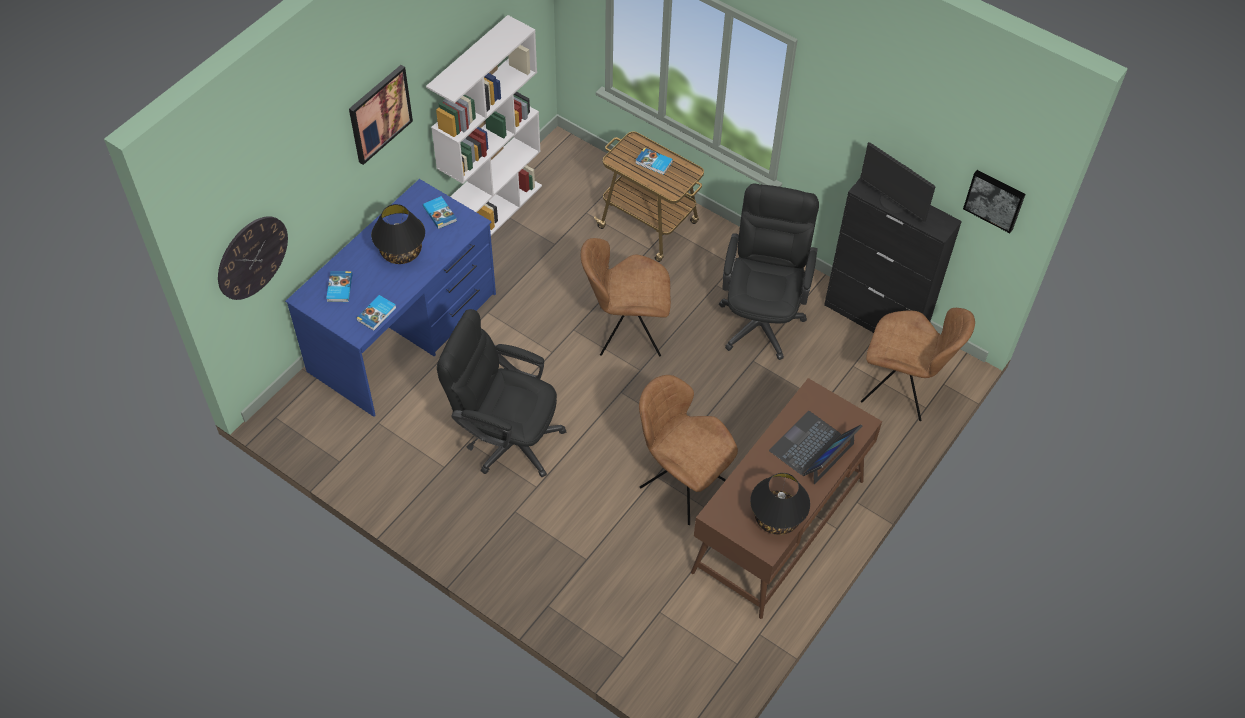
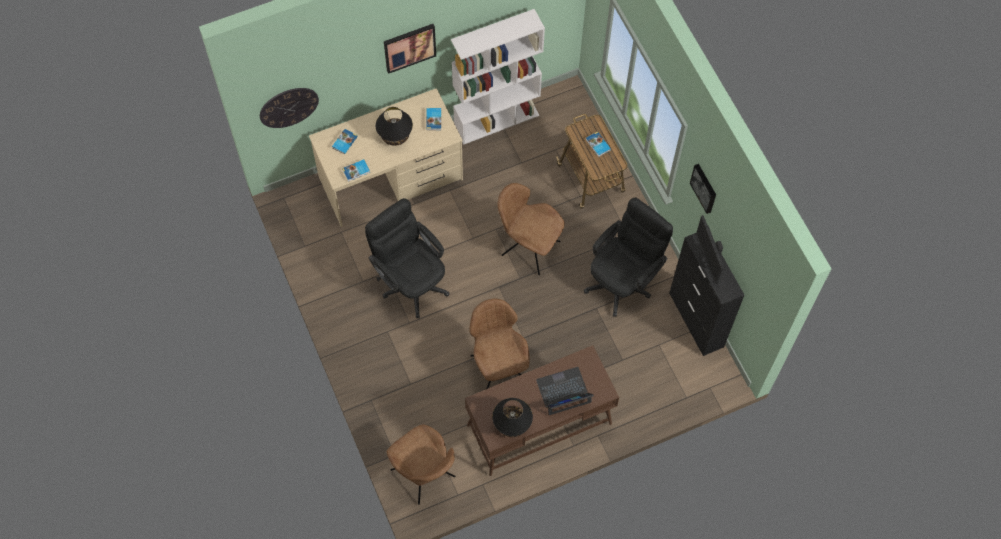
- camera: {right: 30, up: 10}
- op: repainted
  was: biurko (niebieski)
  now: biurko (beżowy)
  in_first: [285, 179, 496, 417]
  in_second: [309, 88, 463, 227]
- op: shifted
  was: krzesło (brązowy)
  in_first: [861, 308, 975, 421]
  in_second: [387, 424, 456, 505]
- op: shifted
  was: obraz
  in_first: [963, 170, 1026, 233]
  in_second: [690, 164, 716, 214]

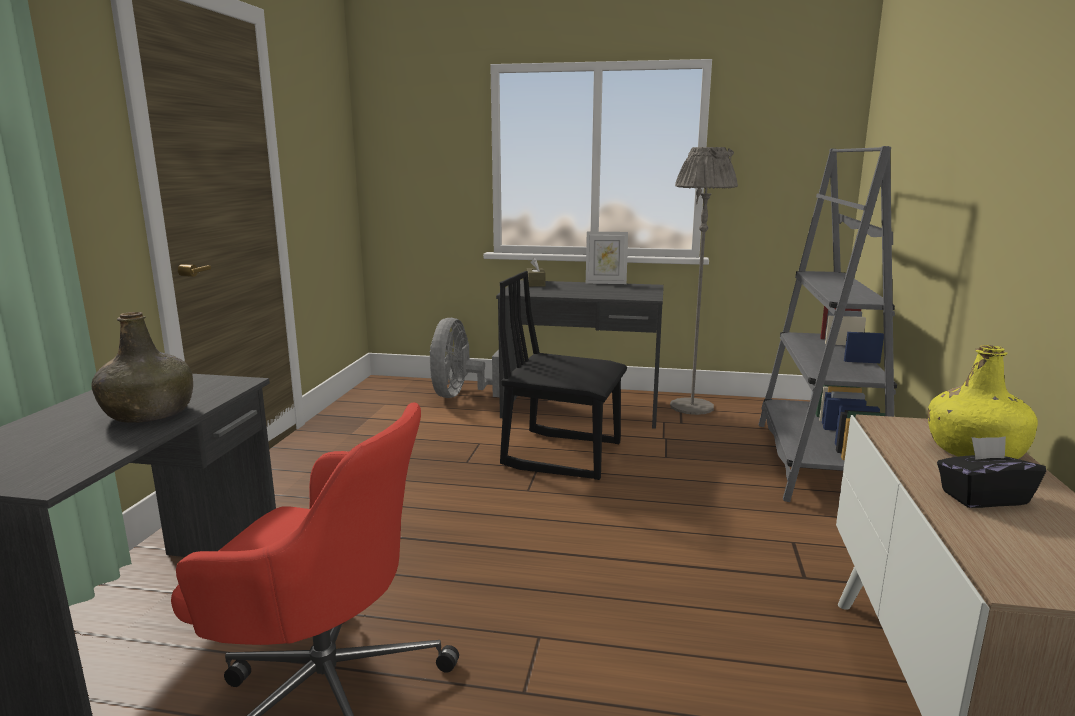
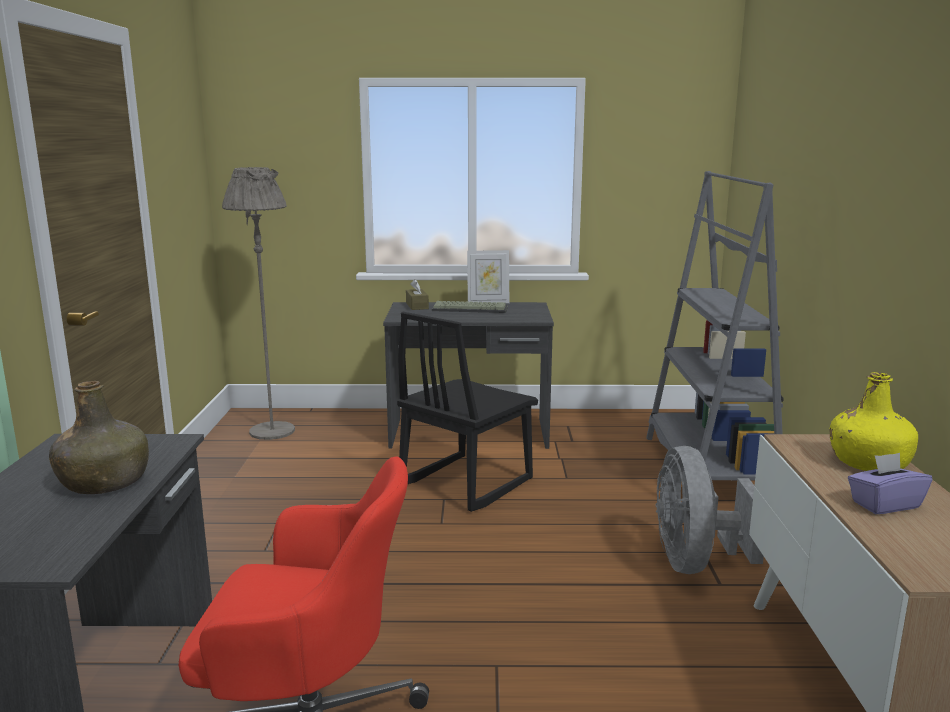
- camera: {right: -10, up: 0}
- op: shifted
  was: lampa stojąca (szary)
  in_first: [670, 147, 738, 415]
  in_second: [222, 167, 295, 440]
- op: rotated
  was: krzesło (czarny)
  in_first: [499, 271, 627, 480]
  in_second: [397, 312, 538, 512]
  clockwise: -60
- op: new
  now: klawiatura
  in_second: [432, 301, 508, 313]
- op: shifted
  was: wentylator (szary)
  in_first: [430, 318, 500, 398]
  in_second: [656, 446, 764, 574]
- op: repainted
  was: pudełko chusteczek (czarny)
  now: pudełko chusteczek (fioletowy)
  in_first: [937, 436, 1046, 508]
  in_second: [848, 453, 933, 514]

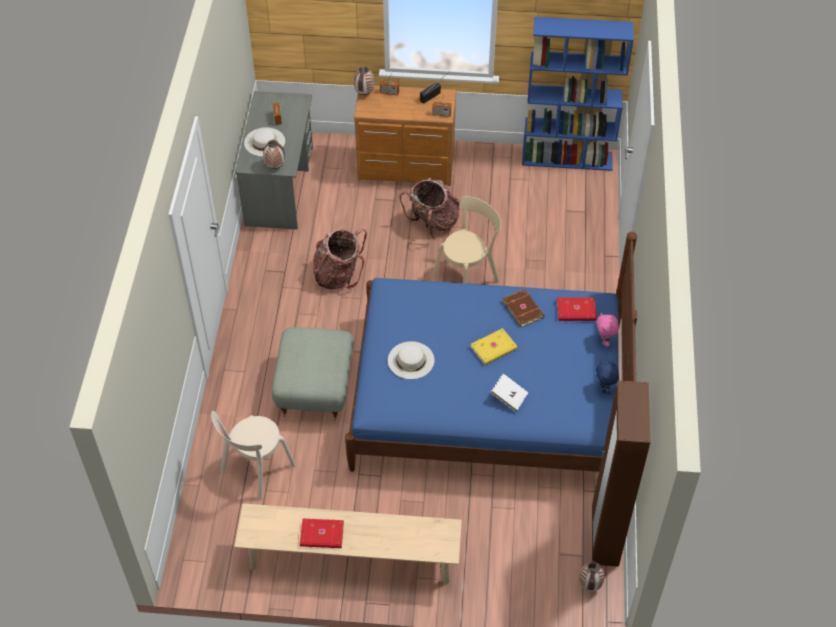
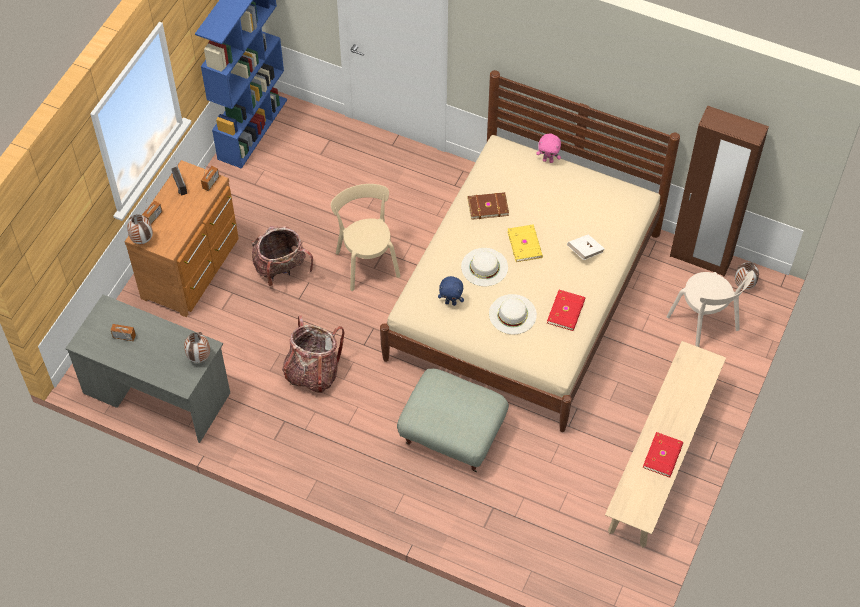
- camera: {right: -70, up: 5}
- op: repainted
  was: łóżko (niebieski)
  now: łóżko (beżowy)
  in_first: [345, 232, 637, 472]
  in_second: [380, 70, 680, 432]
- op: shifted
  was: pluszak (niebieski)
  in_first: [596, 360, 619, 395]
  in_second: [438, 276, 464, 306]
- op: shifted
  was: kapelusz (biały)
  in_first: [244, 127, 285, 157]
  in_second: [461, 248, 508, 286]
- op: shifted
  was: książka (czerwony)
  in_first: [557, 297, 597, 321]
  in_second: [547, 290, 585, 331]
- op: shifted
  was: krzesło (beżowy)
  in_first: [211, 411, 296, 500]
  in_second: [667, 270, 754, 347]

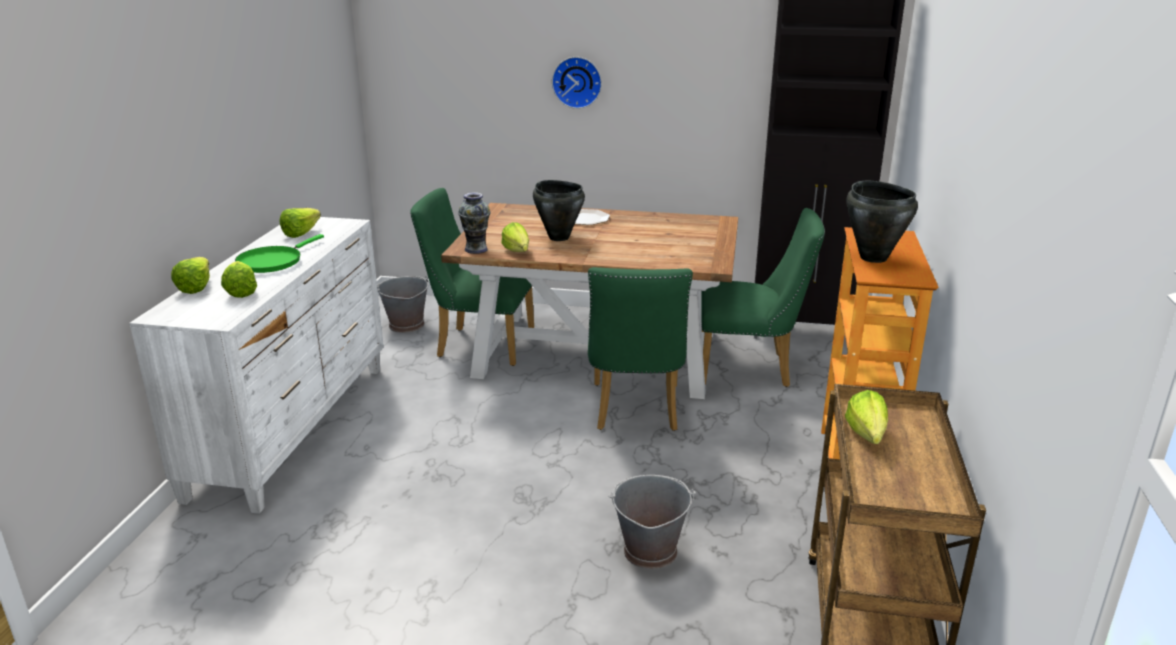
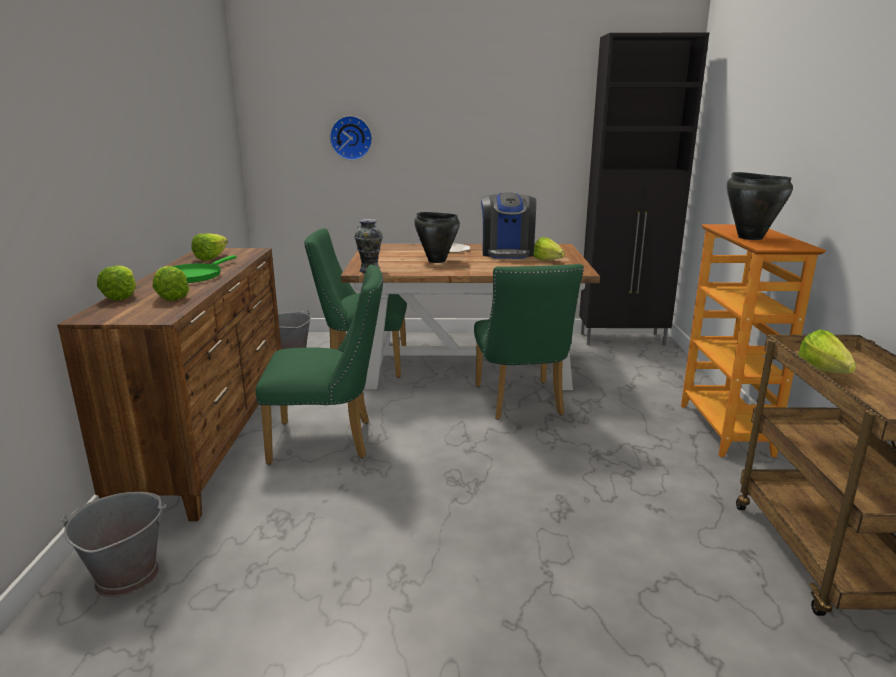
- camera: {right: -10, up: -5}
- op: repainted
  was: komoda (biały)
  now: komoda (brązowy)
  in_first: [129, 217, 384, 514]
  in_second: [57, 248, 281, 521]
- op: shifted
  was: wiadro (szary)
  in_first: [608, 475, 696, 569]
  in_second: [61, 492, 167, 598]
- op: shifted
  was: krzesło (zielony)
  in_first: [701, 208, 825, 387]
  in_second: [256, 265, 383, 464]
- op: shifted
  was: zegar ścienny
  in_first: [552, 57, 602, 109]
  in_second: [330, 116, 372, 160]
- op: new
  now: ekspres do kawy
  in_second: [481, 192, 536, 259]
- op: shifted
  was: sałata
  in_first: [501, 222, 529, 252]
  in_second: [533, 237, 565, 260]

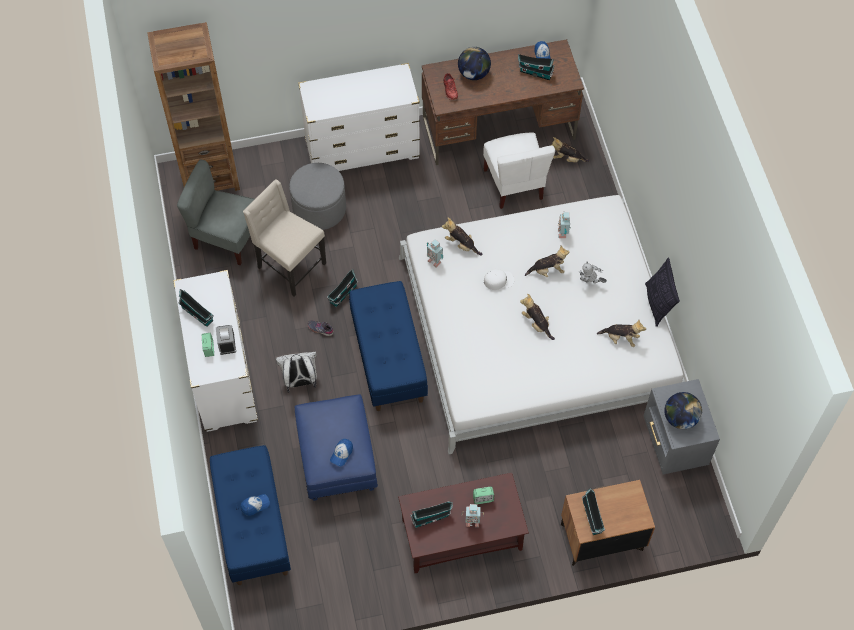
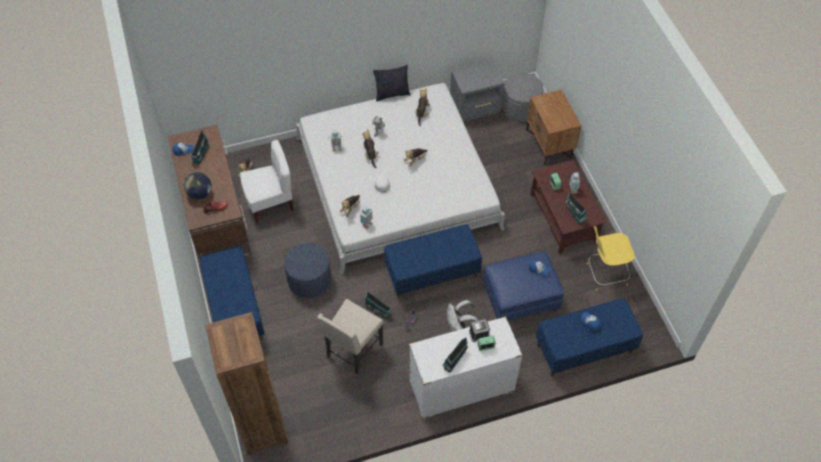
- camera: {right: -95, up: -5}
- op: swapped
  was: komoda (biały)
  now: ławka (niebieski)
  in_first: [298, 63, 420, 171]
  in_second: [200, 247, 265, 341]
- op: new
  now: pufa (niebieski)
  in_second: [284, 243, 331, 298]
- op: shifted
  was: pufa (szary)
  in_first: [289, 163, 346, 230]
  in_second: [502, 73, 544, 122]
- op: new
  now: stołek (żółty)
  in_second: [587, 226, 635, 291]
- op: gone
  was: krzesło (szary)
  in_first: [177, 160, 255, 266]
- op: gone
  was: domek
  in_first: [582, 488, 605, 535]
- op: gone
  was: globus
  in_first: [664, 392, 702, 429]

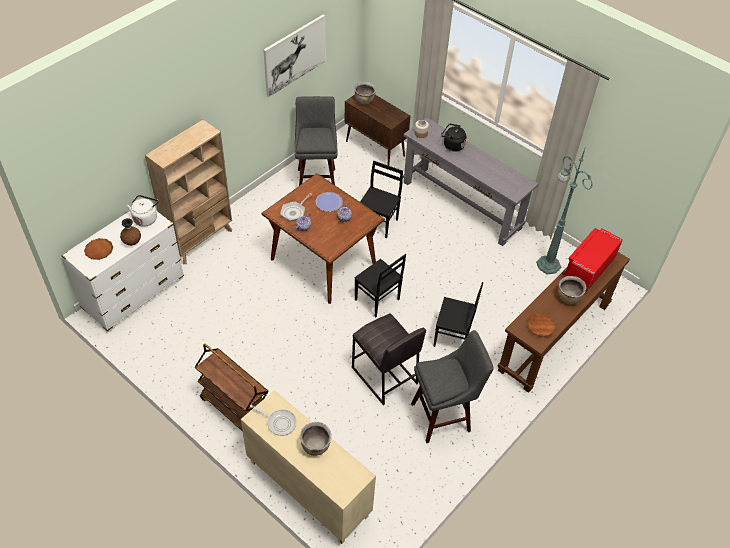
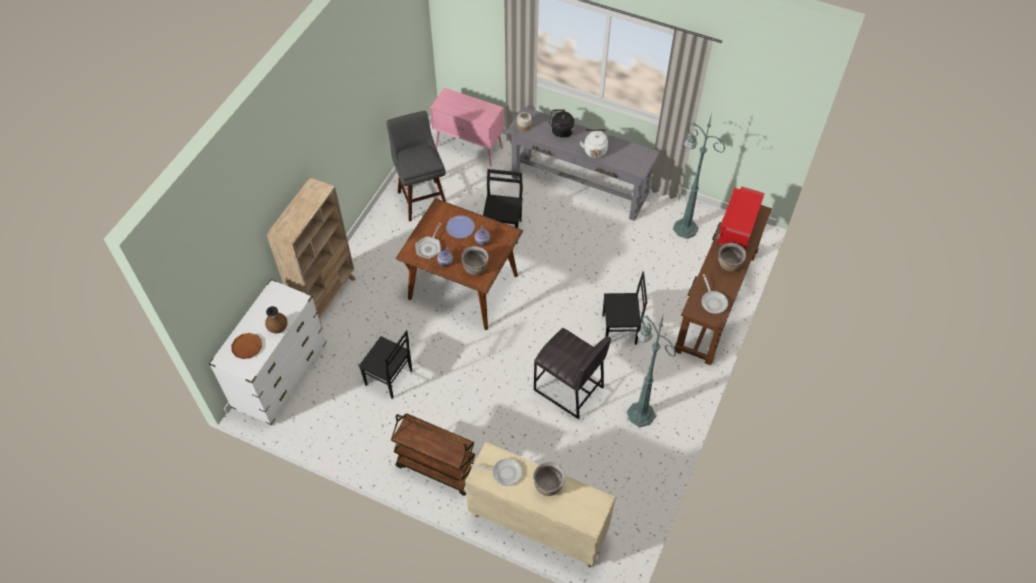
- camera: {right: -15, up: 5}
- op: shifted
  was: krzesło (czarny)
  in_first: [354, 254, 406, 317]
  in_second: [359, 330, 412, 399]
- op: repainted
  was: szafka (brązowy)
  now: szafka (różowy)
  in_first: [344, 95, 410, 166]
  in_second: [430, 88, 504, 166]
- op: shifted
  was: garnek (brązowy)
  in_first: [354, 82, 376, 105]
  in_second: [461, 246, 489, 275]
- op: shifted
  was: czajnik (biały)
  in_first: [127, 195, 159, 227]
  in_second: [580, 129, 608, 158]
- op: swapped
  was: stołek (szary)
  now: lampa stojąca (zielony)
  in_first: [411, 330, 494, 443]
  in_second: [627, 315, 676, 428]
- op: swapped
  was: talerz (brązowy)
  now: patelnia
  in_first: [527, 313, 556, 337]
  in_second: [701, 274, 728, 314]
- op: gone
  was: obraz
  in_first: [263, 14, 325, 97]

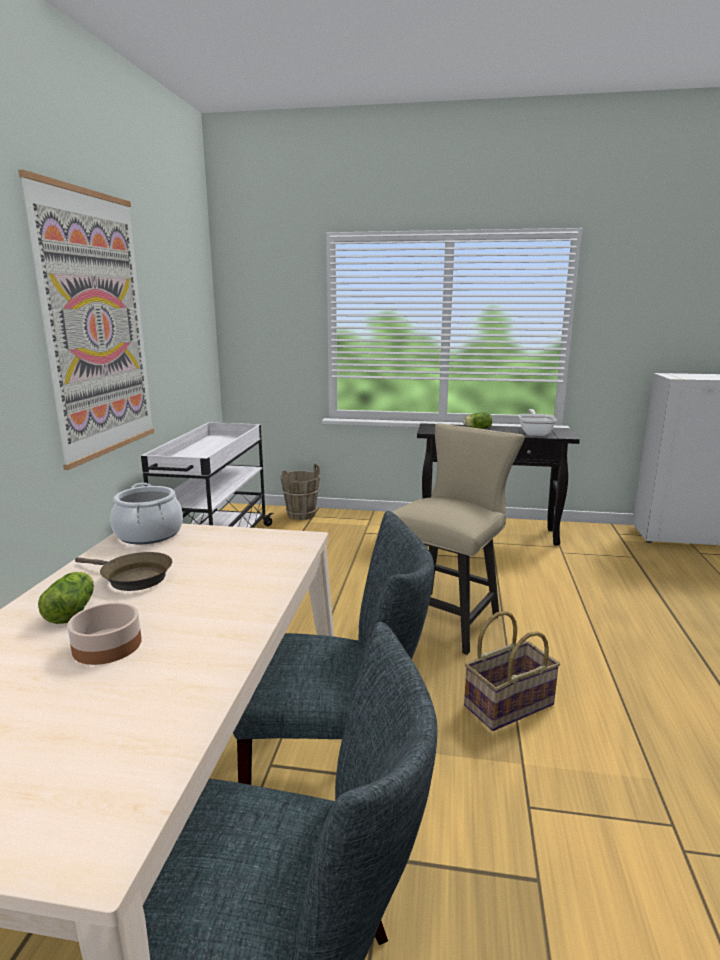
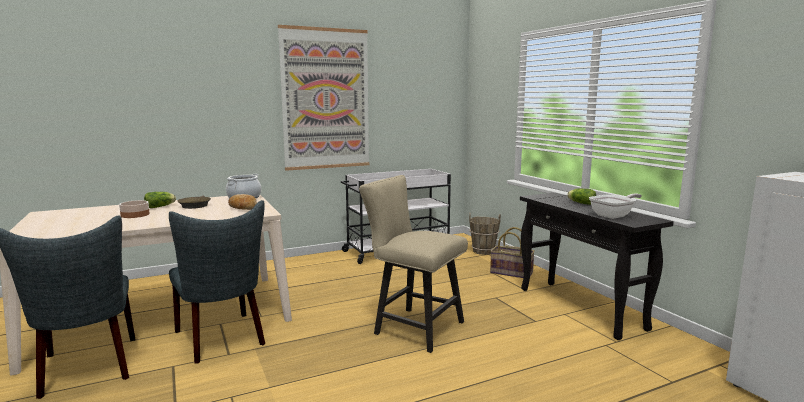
- camera: {right: 55, up: -5}
- op: new
  now: chleb
  in_second: [228, 194, 258, 210]
- op: rotated
  was: krzesło (beżowy)
  in_first: [392, 423, 525, 655]
  in_second: [359, 175, 468, 353]
  clockwise: -150
- op: shifted
  was: koszyk
  in_first: [464, 611, 560, 731]
  in_second: [490, 227, 535, 278]

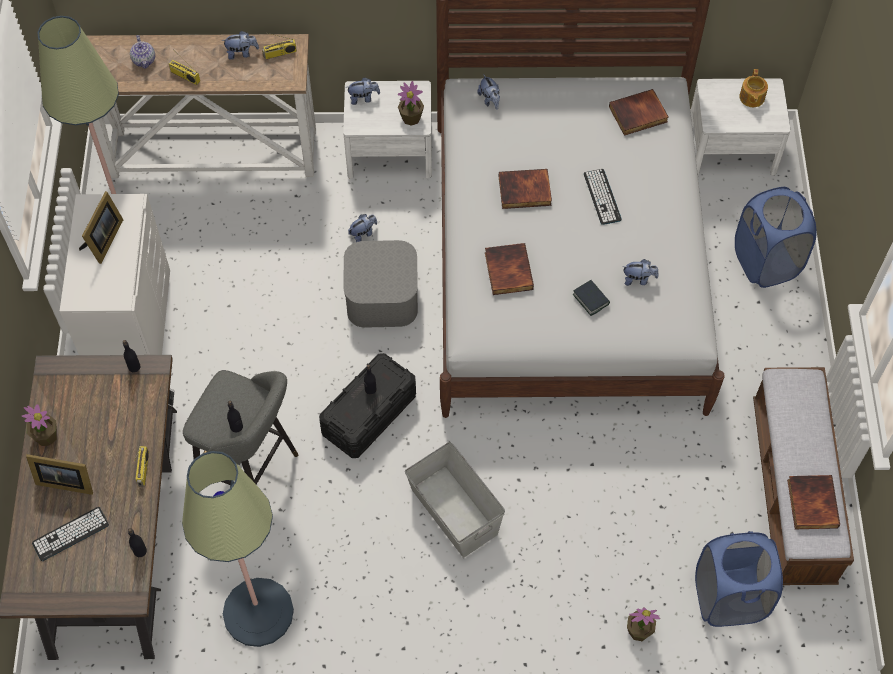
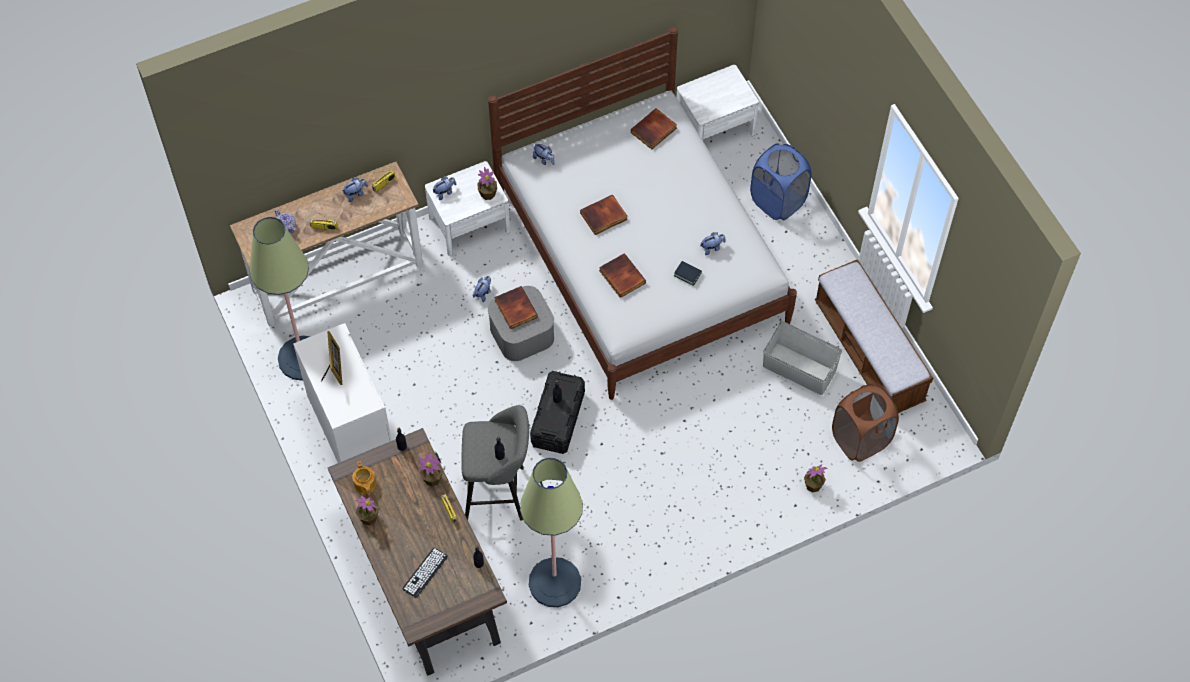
- camera: {right: -25, up: 0}
- op: shifted
  was: imbryk
  in_first: [740, 69, 768, 107]
  in_second: [352, 461, 376, 494]
- op: new
  now: roślina doniczkowa
  in_second: [419, 453, 443, 487]
- op: shifted
  was: książka
  in_first: [787, 475, 840, 529]
  in_second: [494, 286, 538, 329]
- op: shifted
  was: pojemnik do przechowywania (szary)
  in_first: [405, 442, 505, 557]
  in_second: [763, 321, 842, 395]
- op: repainted
  was: kosz na pranie (niebieski)
  now: kosz na pranie (brązowy)
  in_first: [695, 531, 783, 627]
  in_second: [832, 384, 899, 462]
- op: gone
  was: ramka na zdjęcie
  in_first: [26, 454, 93, 495]
- op: gone
  was: klawiatura
  in_first: [584, 169, 622, 225]

